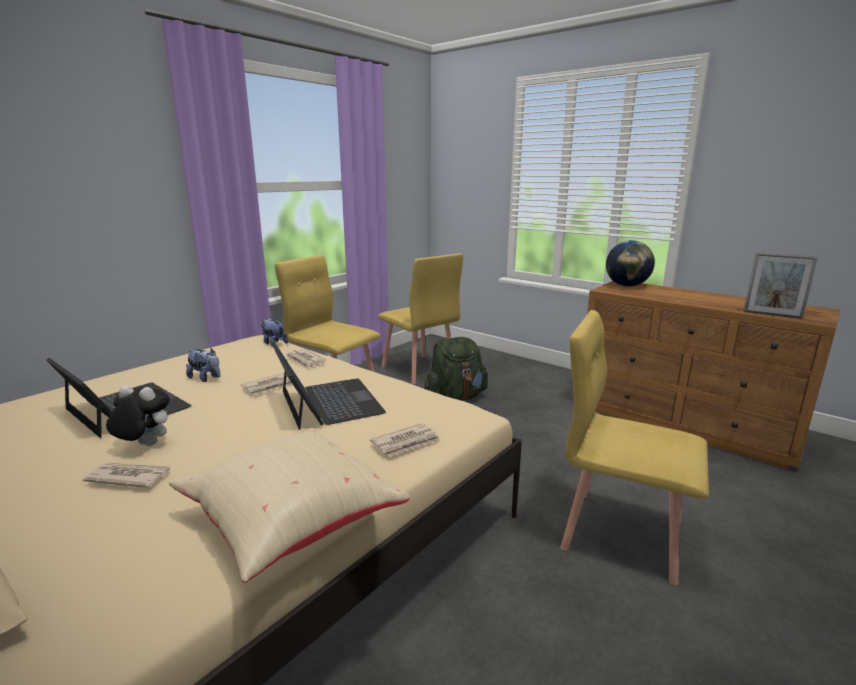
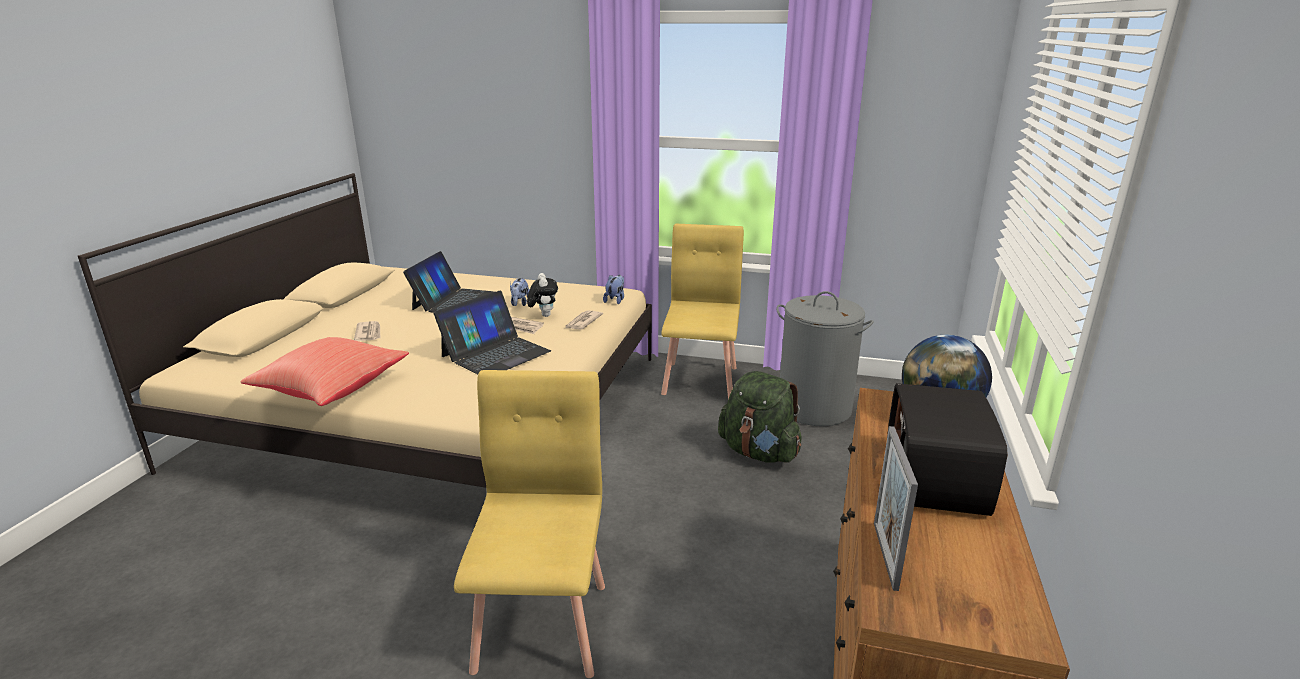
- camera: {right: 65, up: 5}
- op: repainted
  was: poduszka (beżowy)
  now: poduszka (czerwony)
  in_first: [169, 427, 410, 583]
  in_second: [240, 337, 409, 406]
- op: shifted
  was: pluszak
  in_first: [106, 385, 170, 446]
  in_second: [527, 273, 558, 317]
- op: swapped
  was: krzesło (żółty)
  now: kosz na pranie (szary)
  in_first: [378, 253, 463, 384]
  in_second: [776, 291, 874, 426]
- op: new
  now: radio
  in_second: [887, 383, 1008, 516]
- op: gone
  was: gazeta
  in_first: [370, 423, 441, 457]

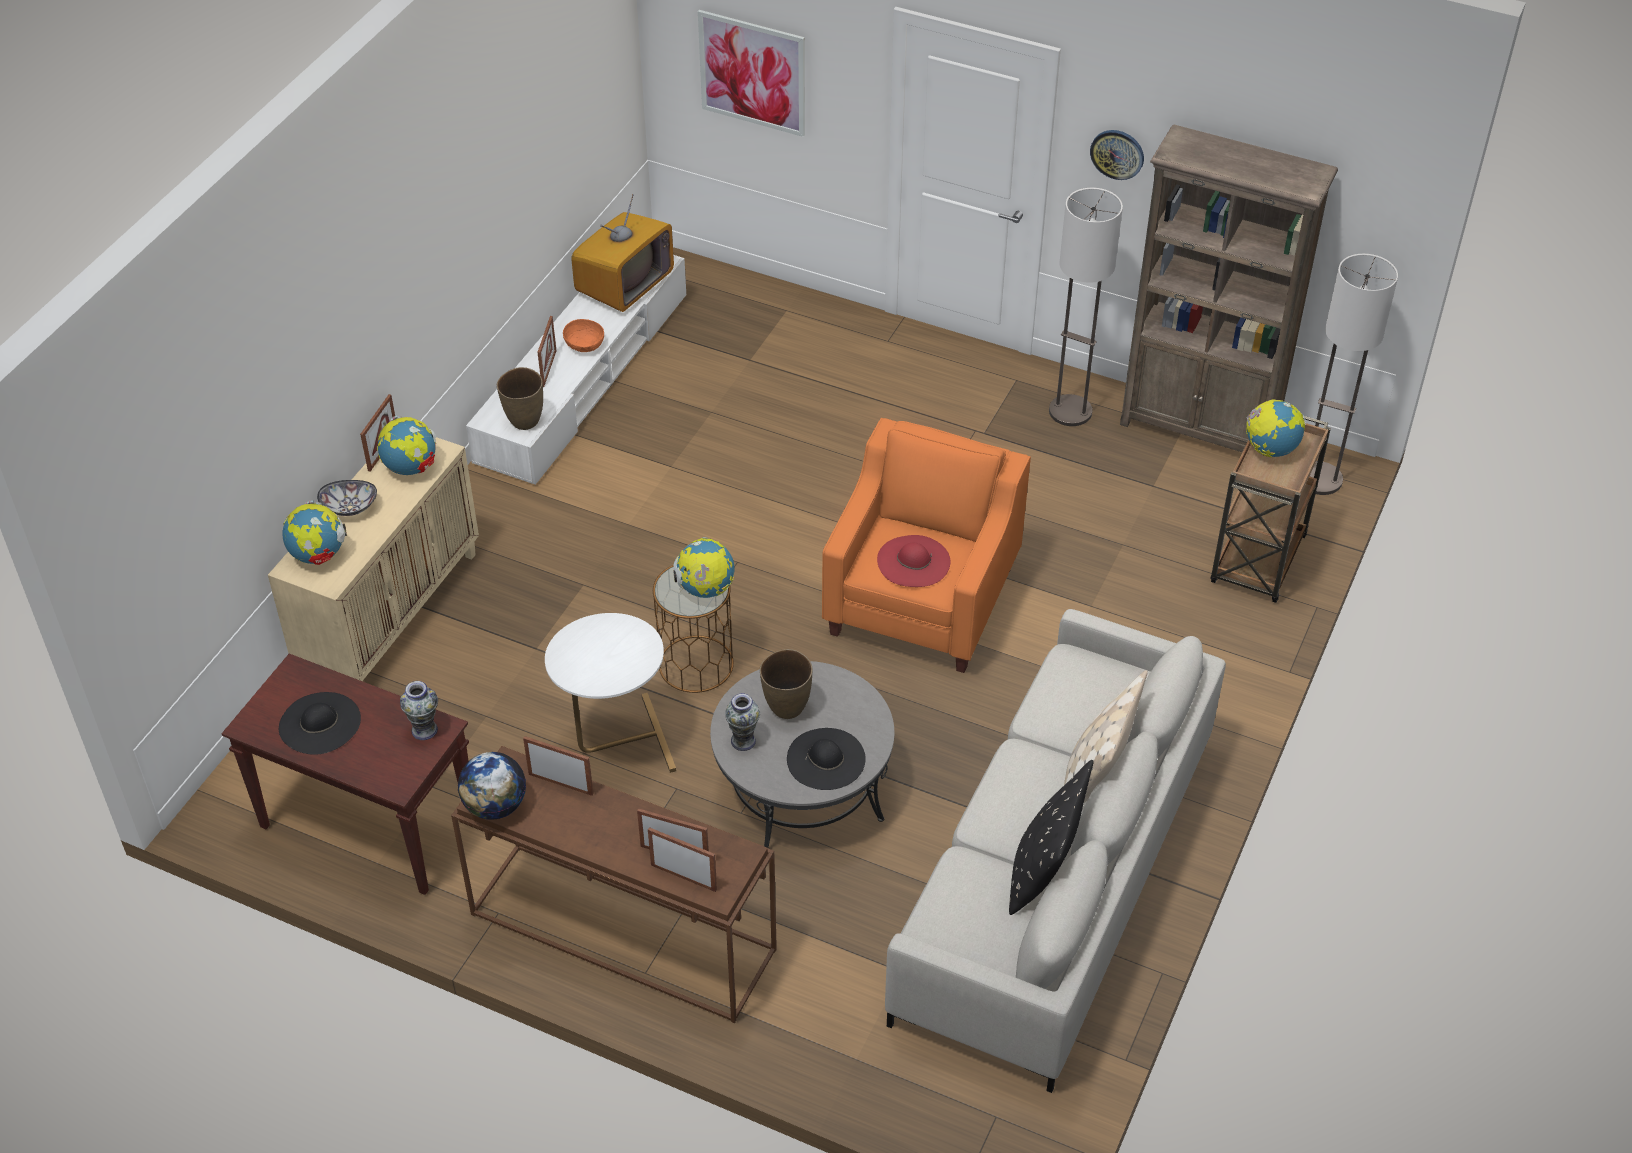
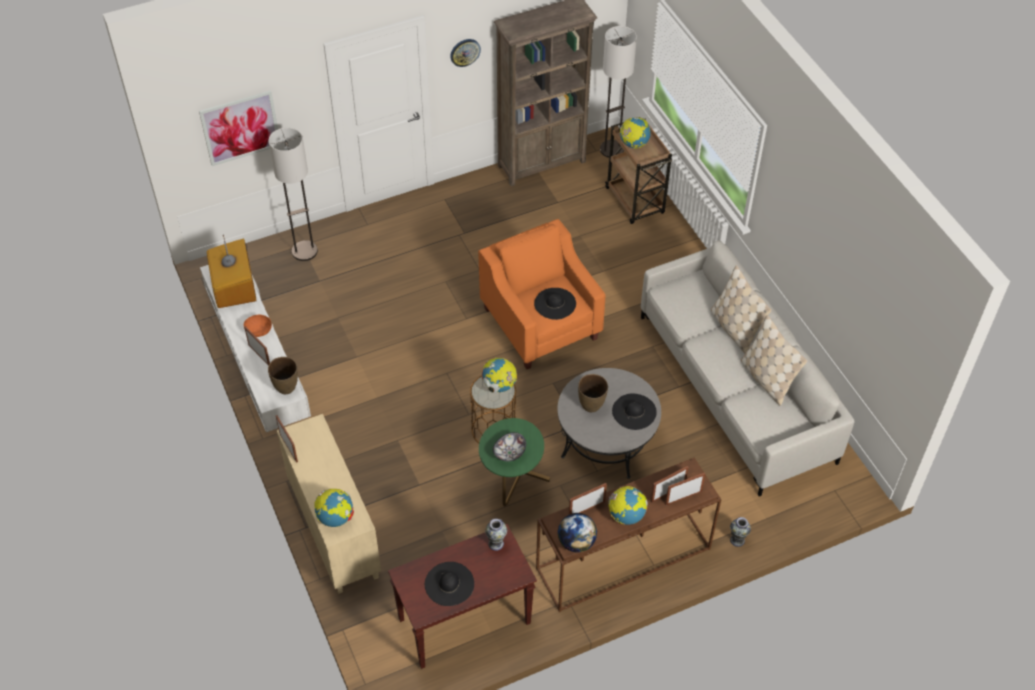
- camera: {right: -50, up: 5}
- op: shifted
  was: lampa stojąca
  in_first: [1049, 188, 1123, 426]
  in_second: [269, 128, 318, 261]
- op: repainted
  was: stolik (biały)
  now: stolik (zielony)
  in_first: [545, 613, 676, 773]
  in_second: [479, 418, 550, 506]
- op: shifted
  was: miska
  in_first: [317, 480, 377, 516]
  in_second: [493, 432, 526, 461]
- op: repainted
  was: kapelusz (czerwony)
  now: kapelusz (czarny)
  in_first: [877, 535, 950, 587]
  in_second: [534, 288, 576, 320]
- op: shifted
  was: globus
  in_first: [377, 415, 436, 475]
  in_second: [608, 486, 648, 525]
- op: shifted
  was: wazon
  in_first: [725, 693, 760, 751]
  in_second: [730, 517, 751, 547]
- op: repainted
  was: poduszka (czarny)
  now: poduszka (beżowy)
  in_first: [1009, 760, 1094, 915]
  in_second: [741, 315, 807, 406]

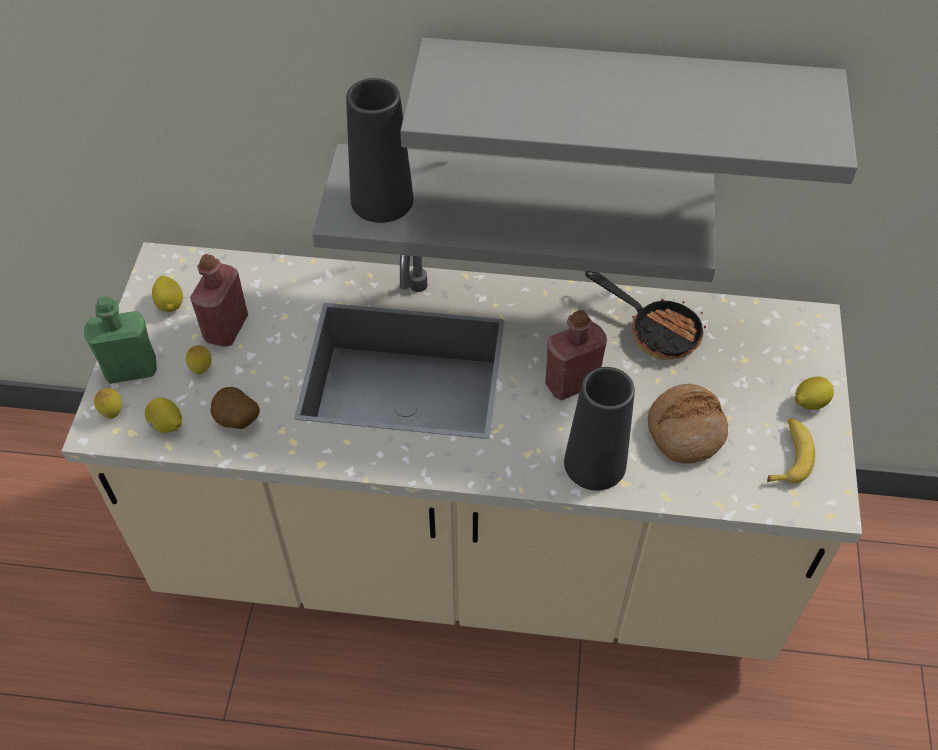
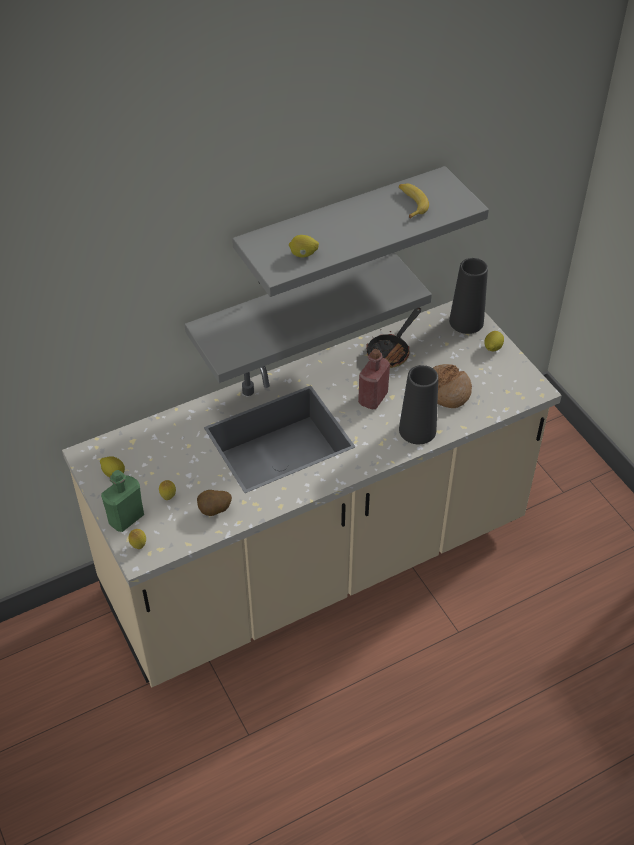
- camera: {right: -35, up: -5}
- op: shifted
  was: cytryna
  in_first: [145, 398, 182, 433]
  in_second: [289, 235, 319, 258]
- op: rotated
  was: patelnia
  in_first: [585, 271, 707, 360]
  in_second: [366, 307, 421, 368]
  clockwise: 120
- op: shifted
  was: banan
  in_first: [767, 418, 815, 484]
  in_second: [399, 183, 429, 219]
- op: shifted
  was: wazon (czarny)
  in_first: [346, 78, 414, 223]
  in_second: [449, 258, 488, 334]
- op: gone
  was: butelka (czerwony)
  in_first: [190, 254, 248, 347]

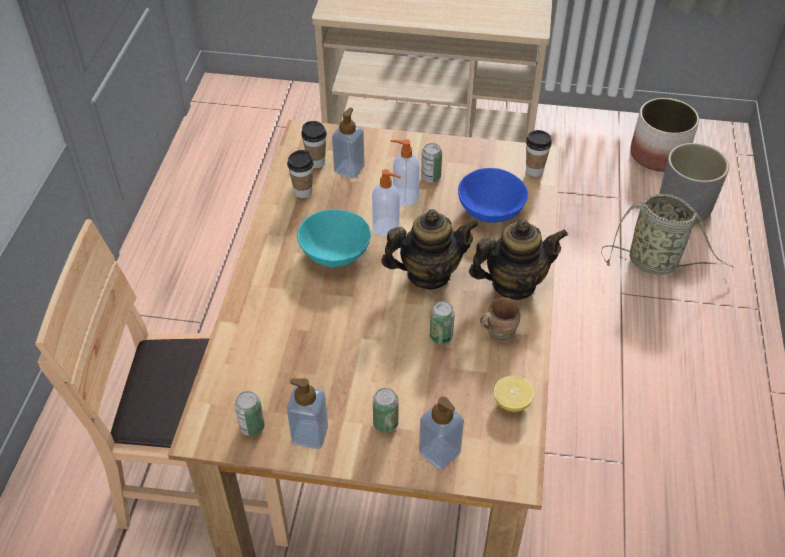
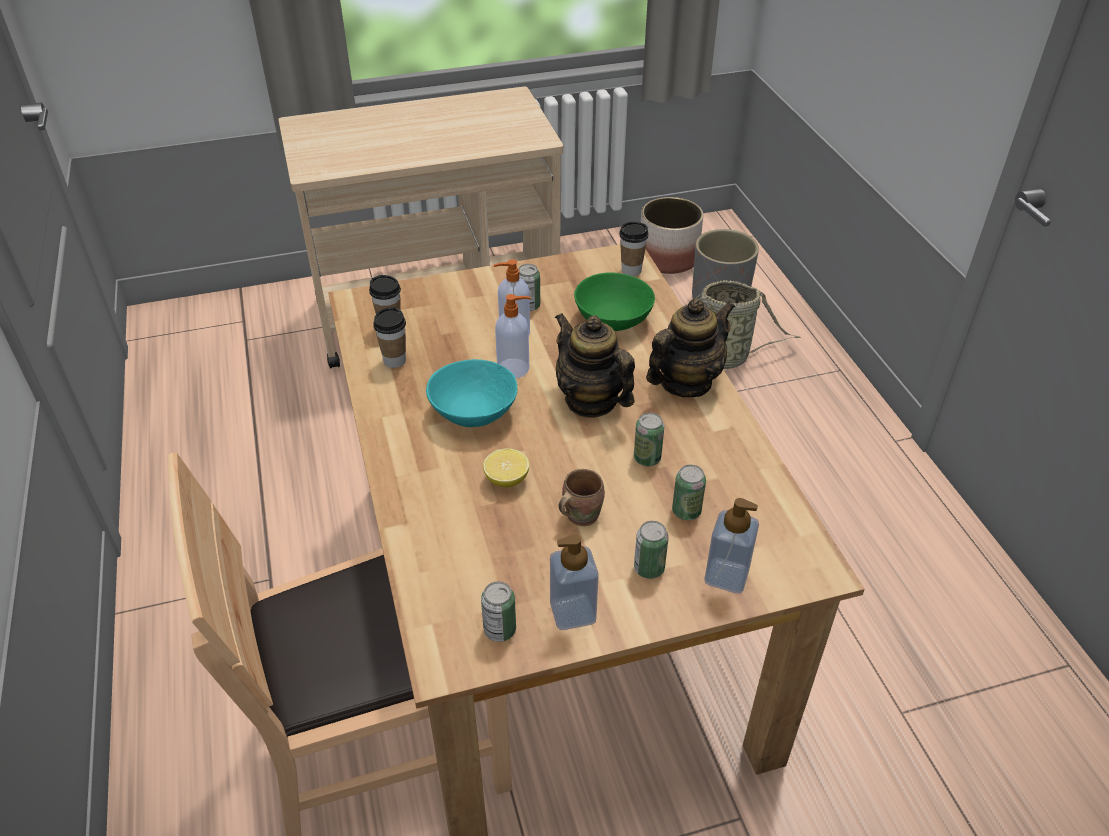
- camera: {right: -25, up: -5}
- op: shifted
  was: cytryna
  in_first: [494, 375, 534, 412]
  in_second: [483, 448, 529, 487]
- op: rotated
  was: imbryk
  in_first: [381, 209, 479, 290]
  in_second: [555, 313, 635, 418]
  clockwise: -90
- op: shifted
  was: kubek (brązowy)
  in_first: [480, 297, 520, 342]
  in_second: [559, 469, 605, 526]
- op: repainted
  was: miska (niebieski)
  now: miska (zielony)
  in_first: [458, 168, 528, 223]
  in_second: [574, 272, 655, 331]
- op: new
  now: puszka
  in_second: [672, 465, 706, 520]
- op: gone
  was: dozownik mydła
  in_first: [332, 108, 365, 179]

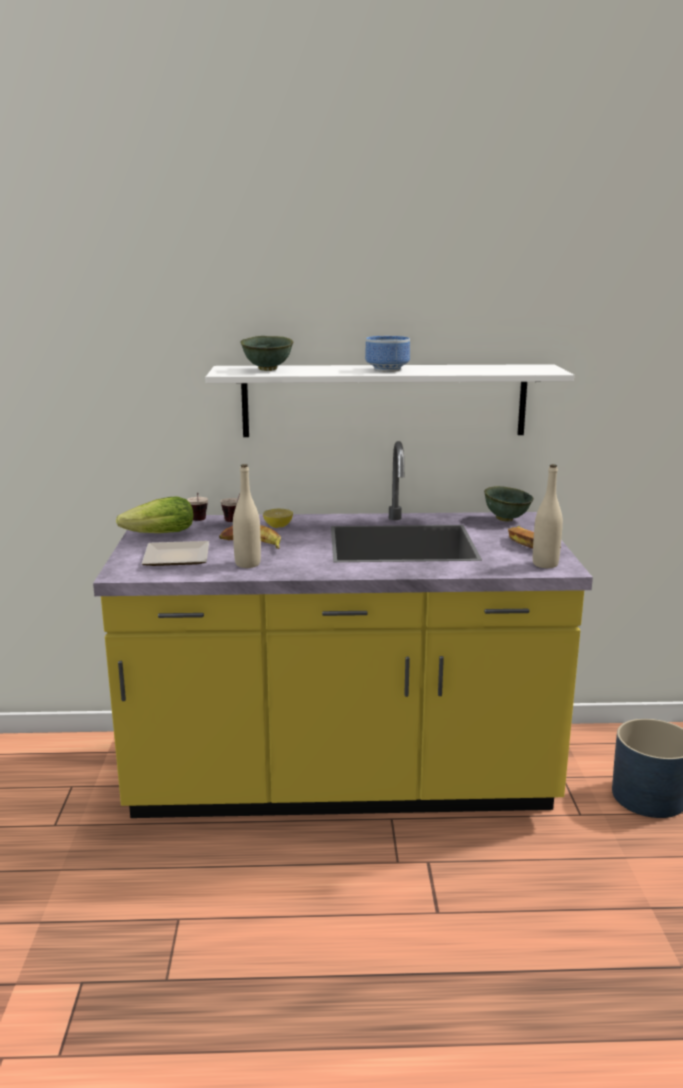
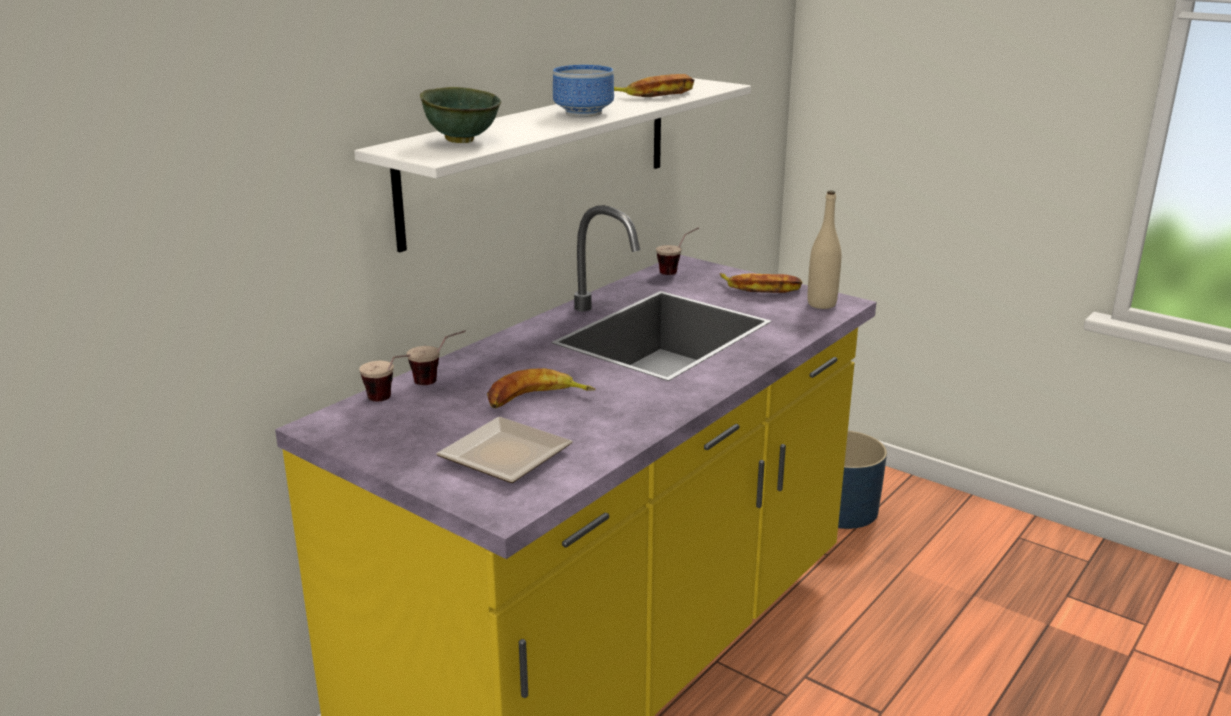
- camera: {right: -50, up: 5}
- op: new
  now: banan
  in_second: [614, 74, 694, 97]
- op: swapped
  was: miska (zielony)
  now: filiżanka
  in_first: [484, 486, 534, 522]
  in_second: [656, 227, 699, 275]
- op: gone
  was: sałata
  in_first: [116, 496, 193, 533]
- op: gone
  was: butelka (beżowy)
  in_first: [233, 464, 261, 568]
- op: gone
  was: cytryna
  in_first: [263, 509, 293, 528]

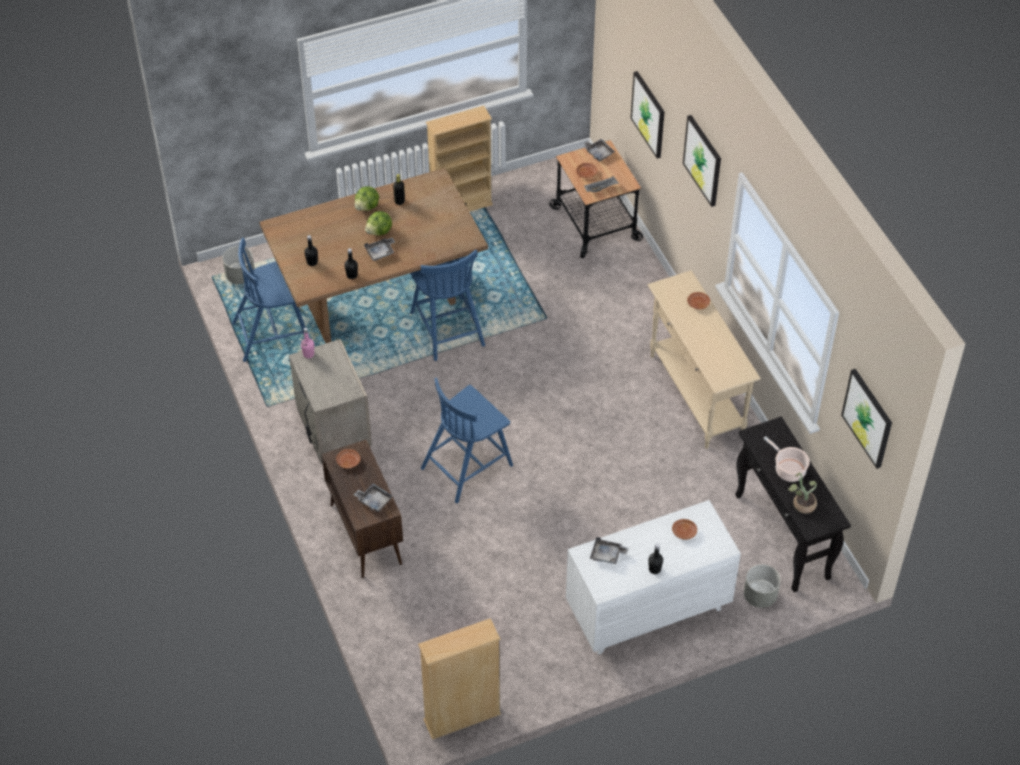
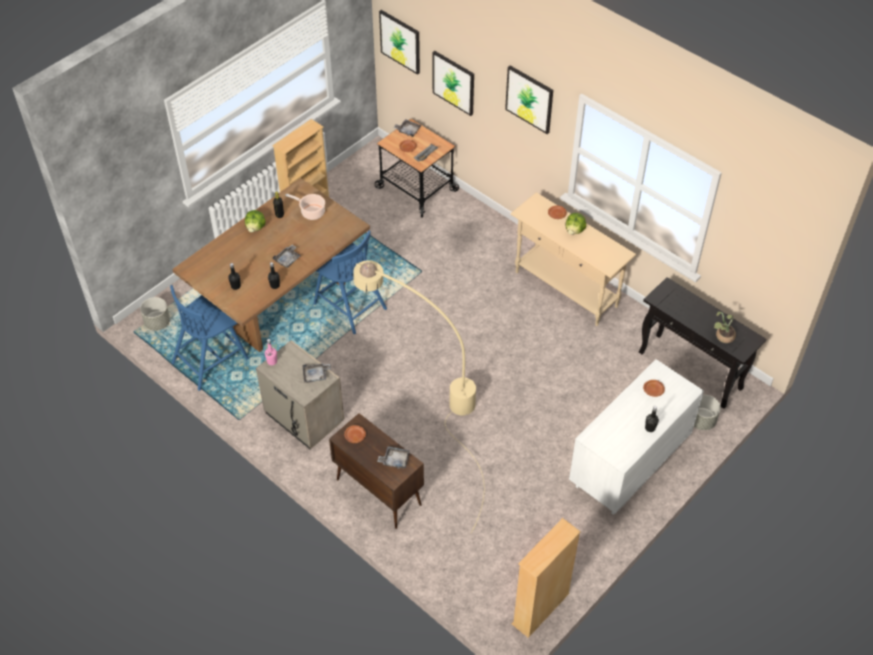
- camera: {right: -25, up: 0}
- op: shifted
  was: garnek
  in_first: [763, 436, 810, 482]
  in_second: [285, 194, 325, 220]
- op: shifted
  was: taca (szary)
  in_first: [590, 537, 628, 564]
  in_second: [303, 363, 331, 383]
- op: swapped
  was: krzesło (niebieski)
  now: lampa stojąca (beżowy)
  in_first: [421, 378, 513, 503]
  in_second: [354, 260, 485, 533]
- op: shifted
  was: obraz
  in_first: [841, 369, 892, 469]
  in_second: [379, 10, 420, 75]
- op: shifted
  was: sałata
  in_first: [365, 211, 392, 236]
  in_second: [566, 213, 586, 235]

